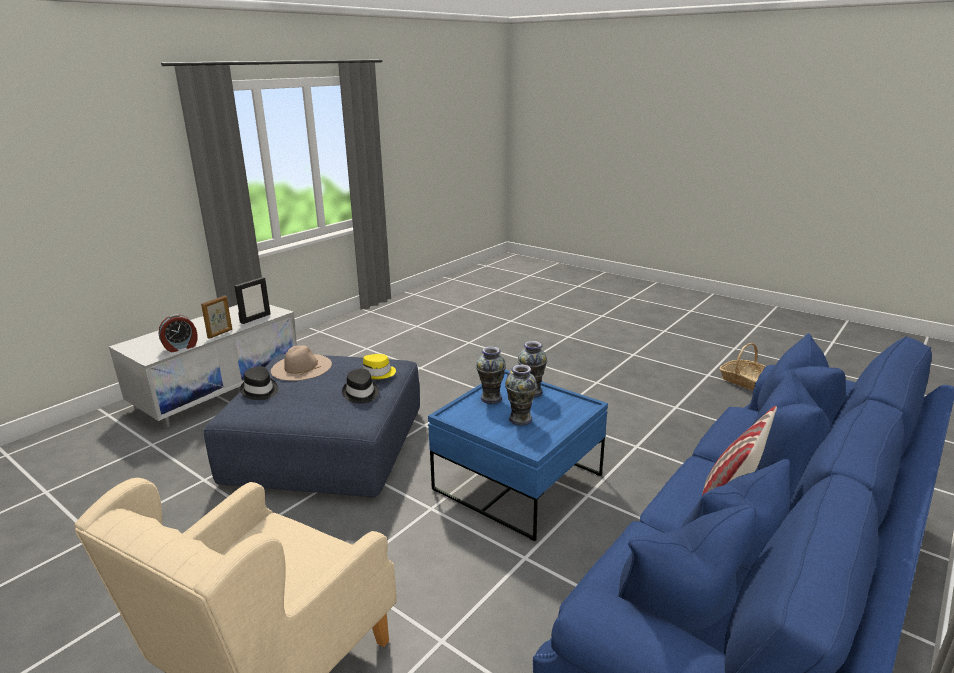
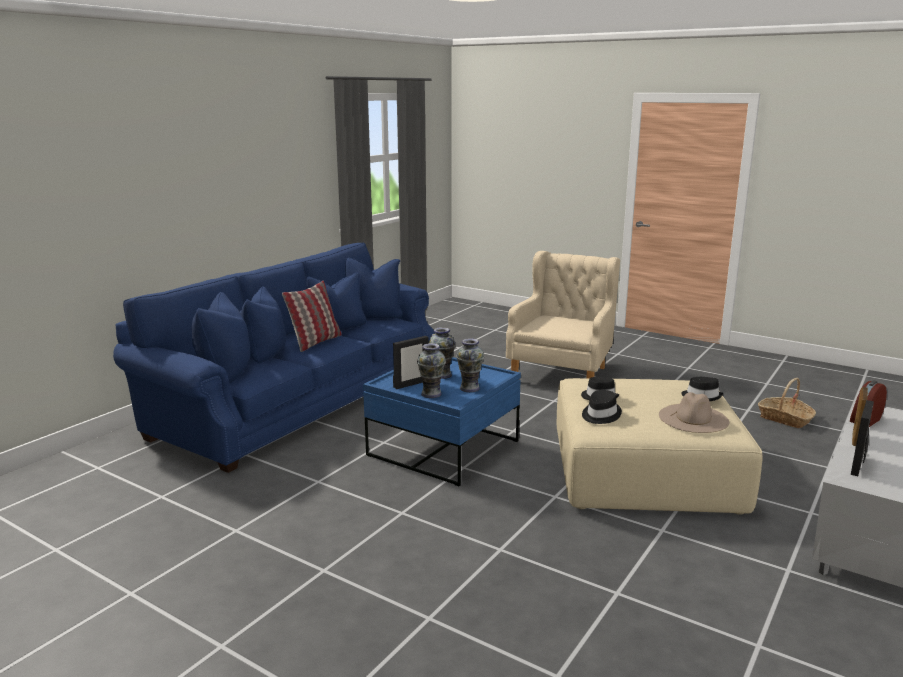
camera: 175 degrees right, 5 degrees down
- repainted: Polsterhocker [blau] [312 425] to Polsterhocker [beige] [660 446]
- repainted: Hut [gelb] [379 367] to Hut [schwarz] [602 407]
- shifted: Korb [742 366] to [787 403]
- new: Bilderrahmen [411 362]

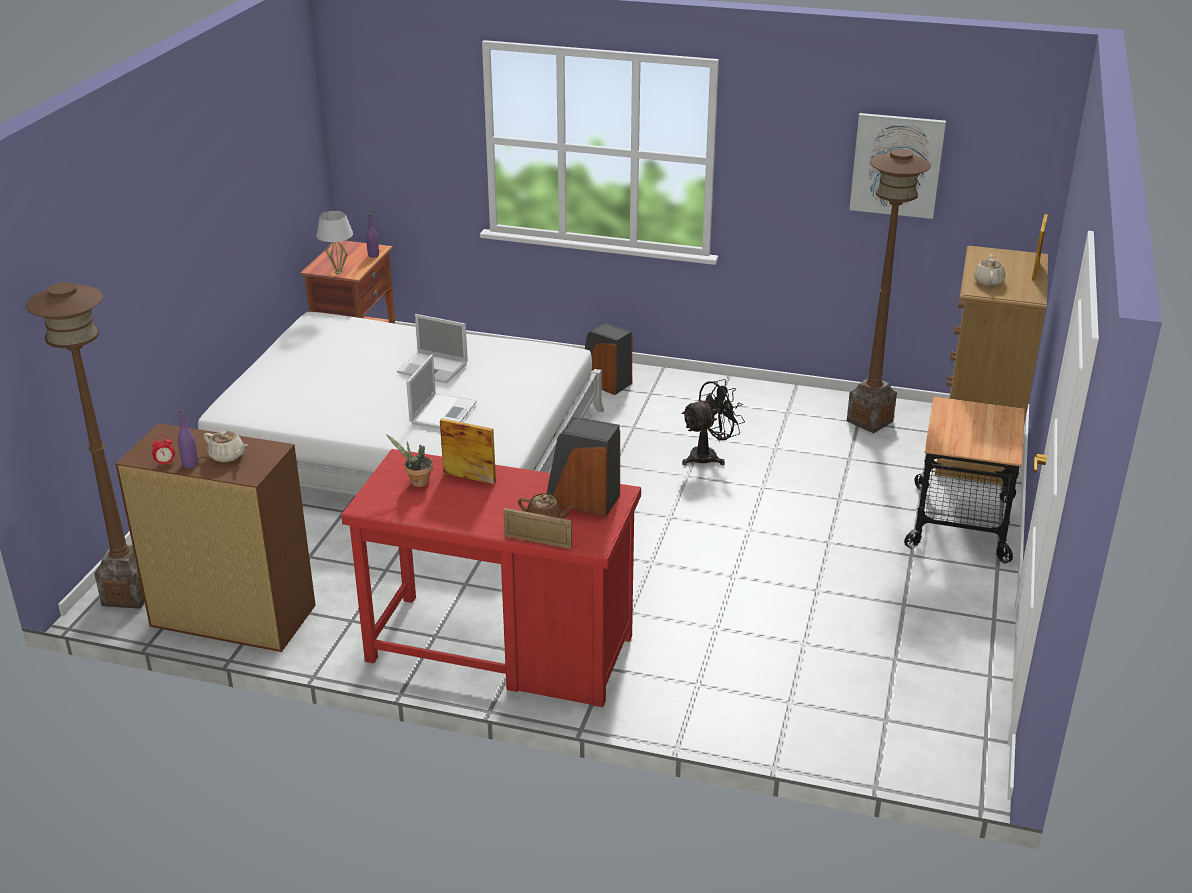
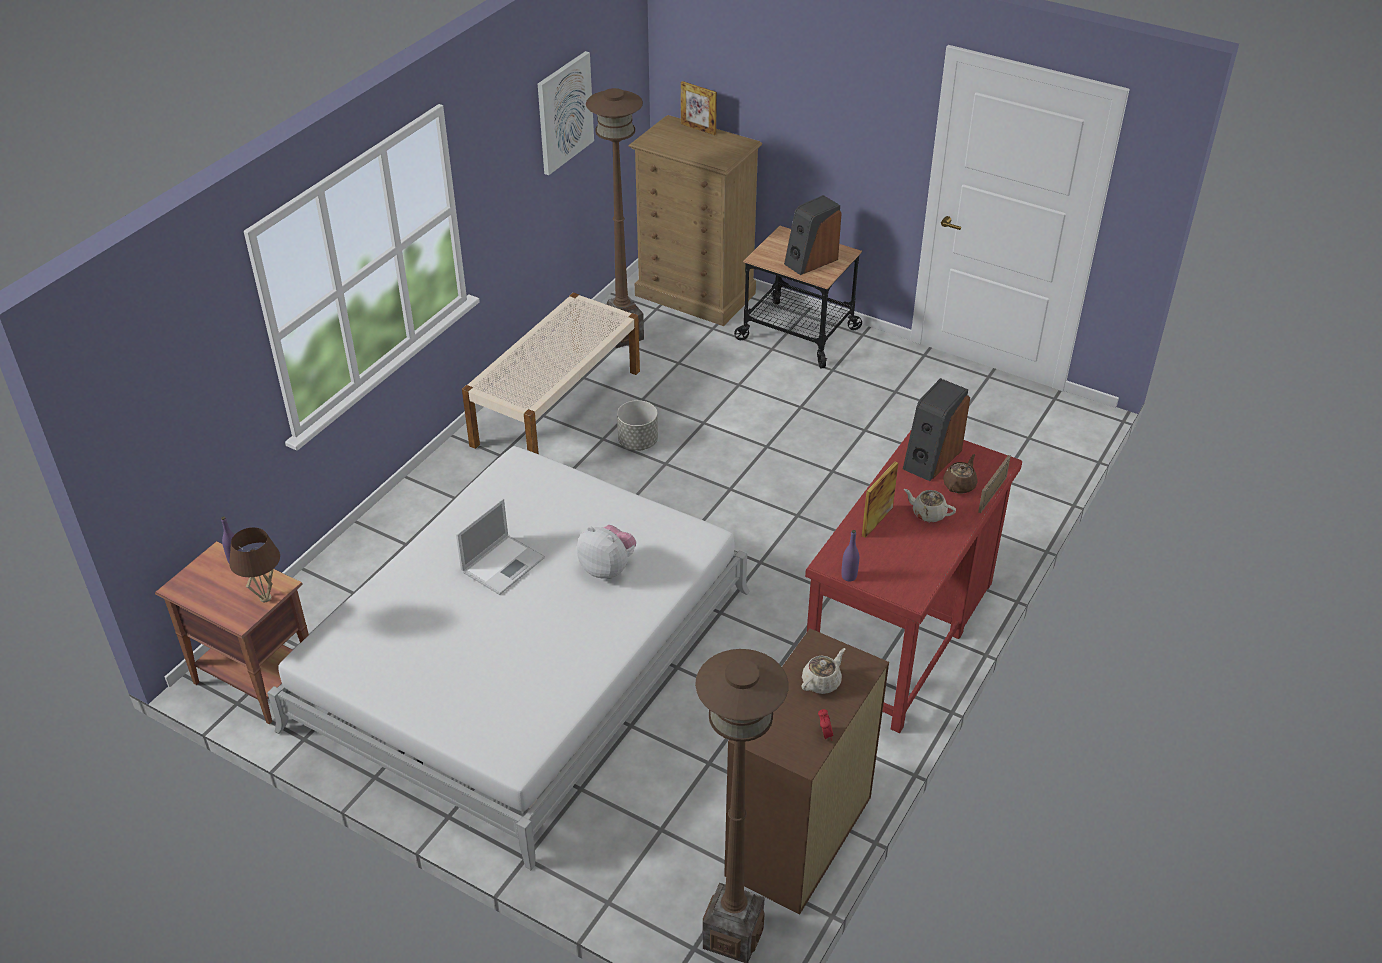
camera: 75 degrees left, 10 degrees up
- shifted: Flasche [lila] [188 439] to [850 555]
- repainted: Tischlampe [weiß] [334 242] to Tischlampe [braun] [254 564]
- gone: Topfpflanze [409 460]
- swapped: Laptop [441 391] to Plüschtier [606 552]
- shifted: Lautsprecher [609 359] to [813 235]
- swapped: Ventilator [schwarz] [713 422] to Pflanzkübel [grau] [637 425]
- shifted: Teekanne [beige] [989 270] to [930 505]
- new: Bank [beige] [551 373]

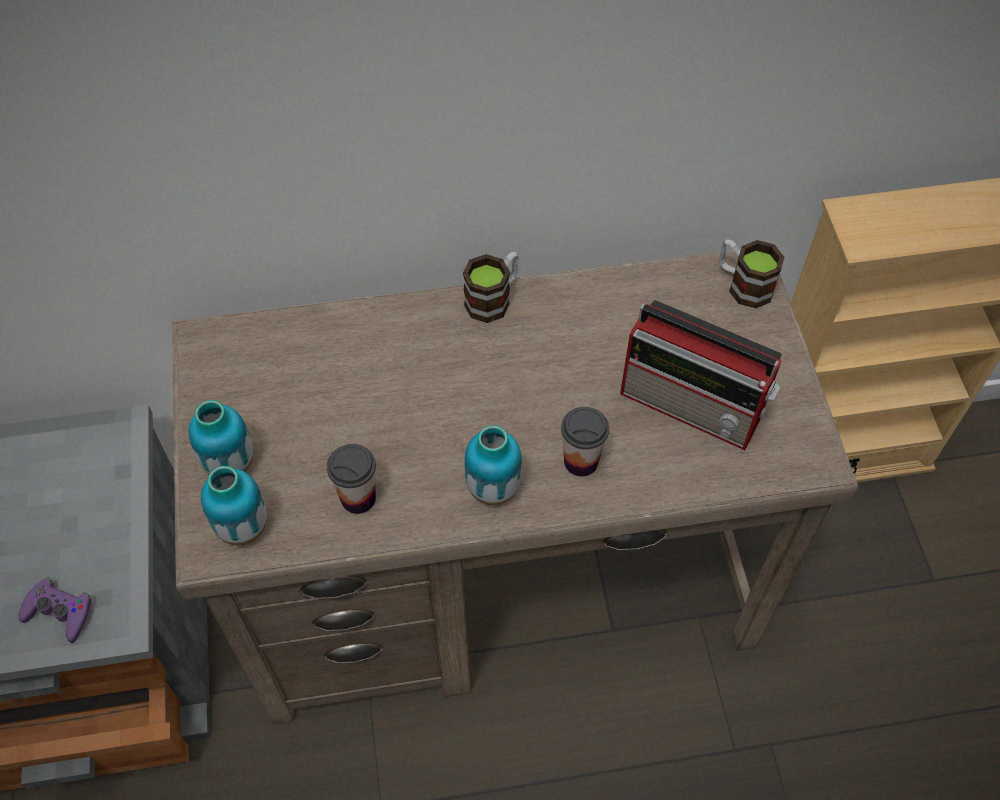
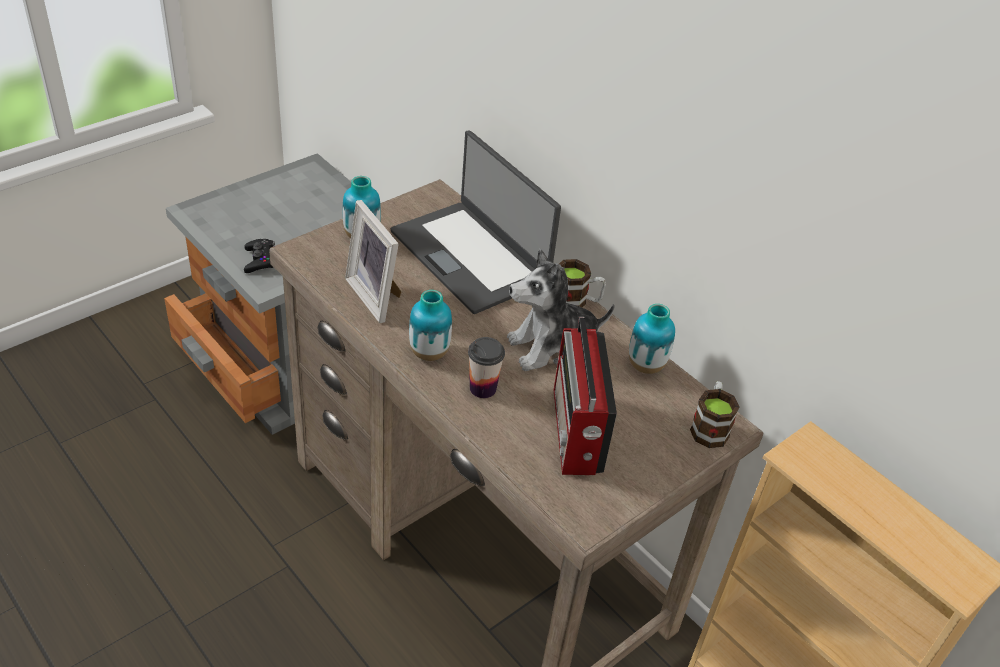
camera: 55 degrees right, 15 degrees down
- repainted: Gamepad [lila] [55 610] to Gamepad [schwarz] [259 256]
- shifted: Vase [234 505] to [652 339]
- swapped: Tasse [351 479] to Bilderrahmen [373 261]
- new: Laptop [475 222]
- new: Plüschtier [561 310]

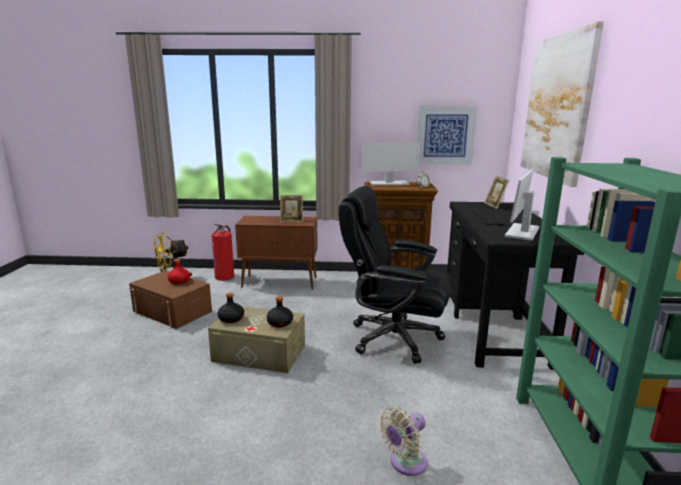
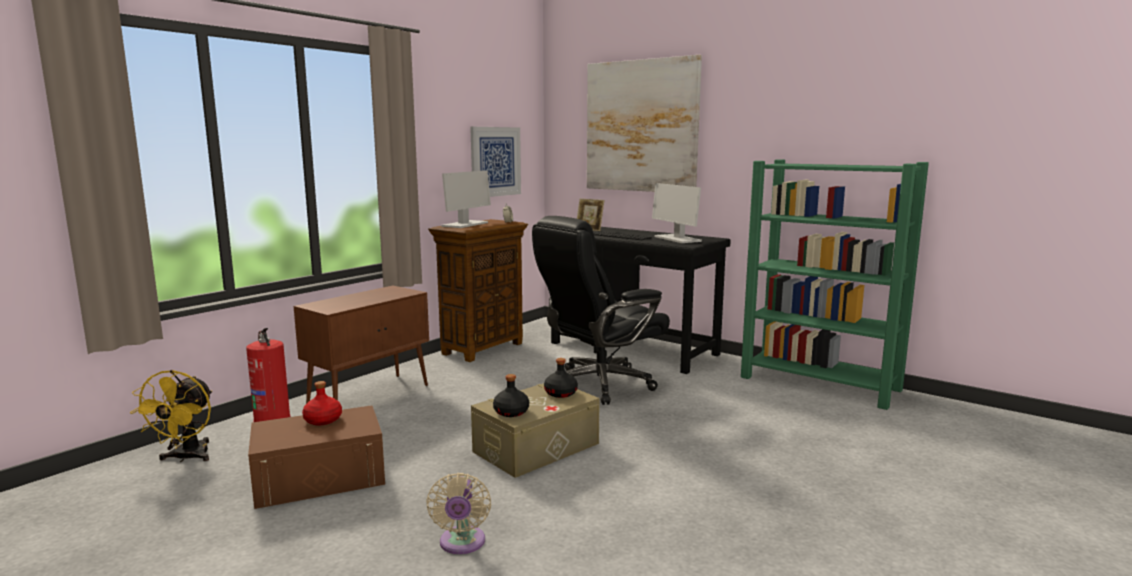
camera: 55 degrees left, 5 degrees down
- gone: Bilderrahmen [291 208]
- shifted: Ventilator [beige] [403 441] to [458 513]

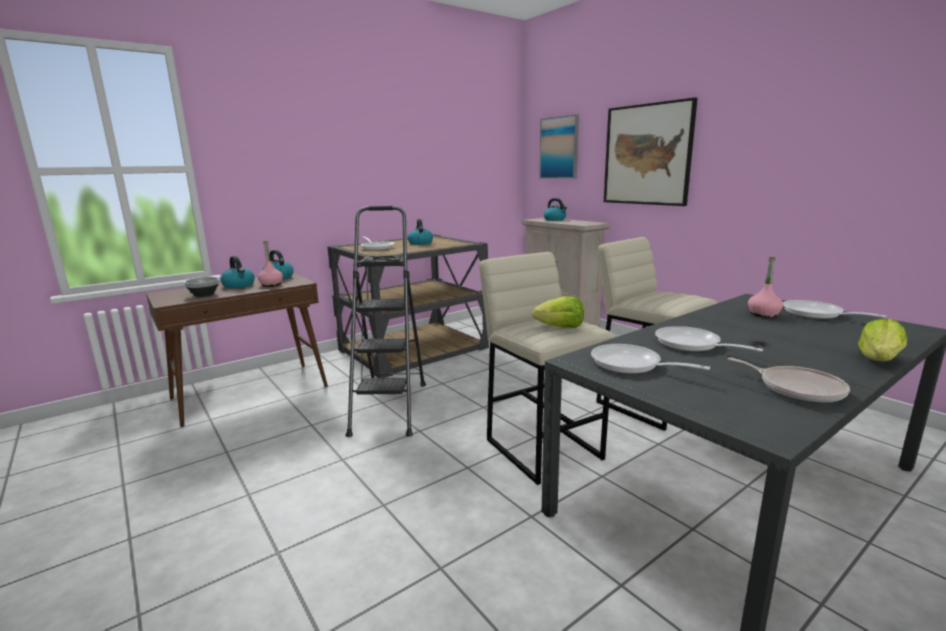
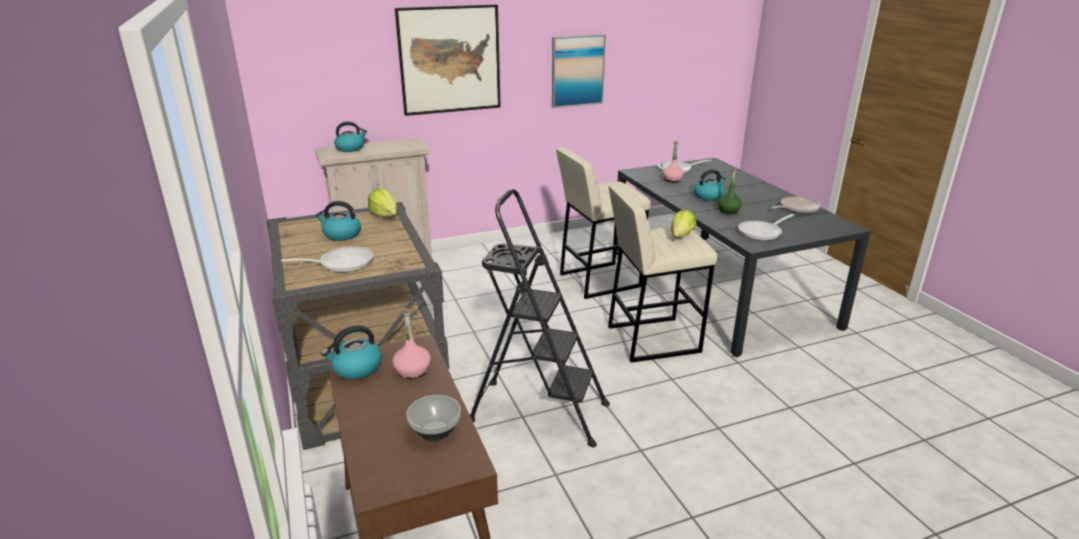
camera: 75 degrees left, 10 degrees up
- shifted: Wasserkessel [237 272] to [710 185]
- shifted: Bild [559 146] to [579 71]
- swapped: Pfanne [709 339] to Flasche [grün] [730 191]
- shifted: Salatkopf [882 339] to [382 203]

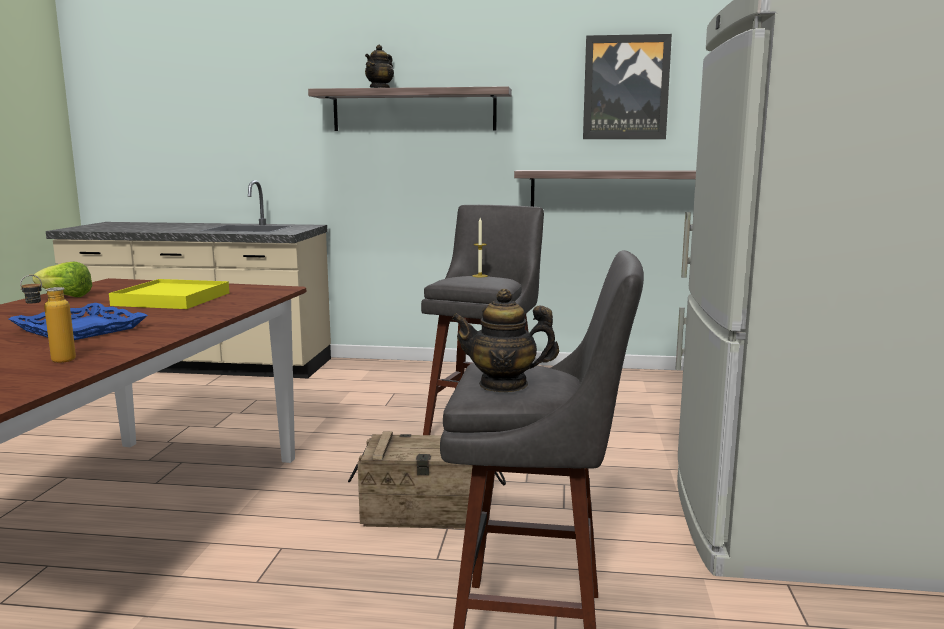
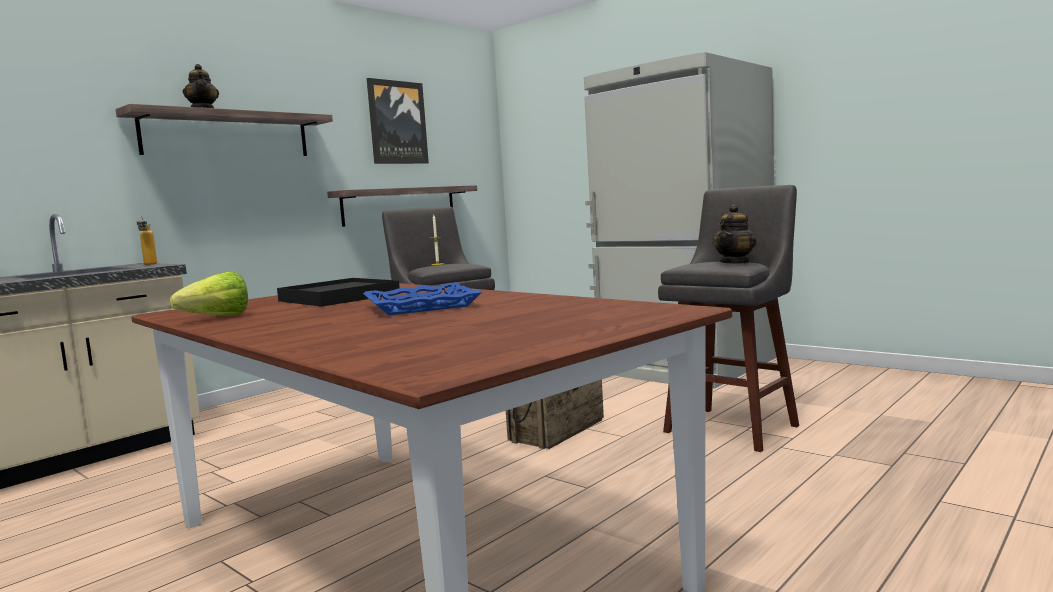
camera: 55 degrees left, 5 degrees down
- shifted: Flasche [48 319] to [147 240]
- repainted: Tablett [gelb] [169 294] to Tablett [schwarz] [338 292]

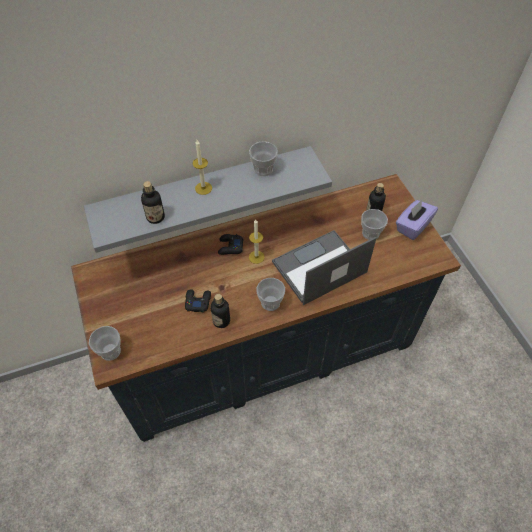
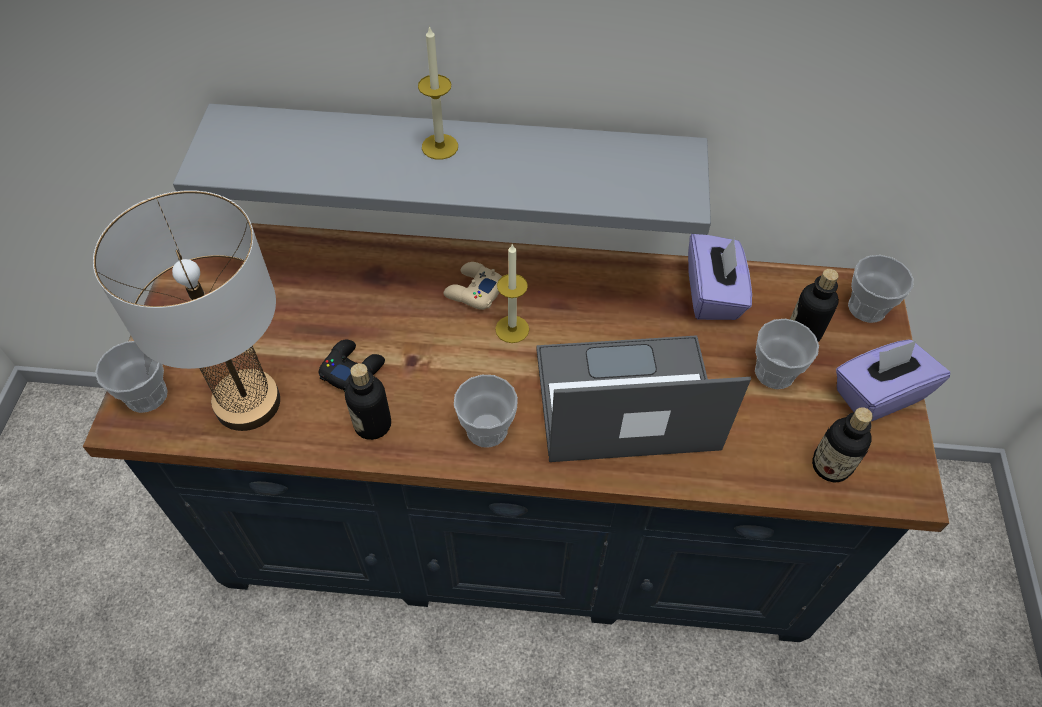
camera: 25 degrees right, 0 degrees up
- shifted: Flasche [153 202] to [842 444]
- repainted: Gamepad [schwarz] [230 244] to Gamepad [beige] [472 286]
- shifted: Tasse [263 158] to [881 289]
- new: Tischlampe [186 310]
- new: Taschentuchbox [lila] [720 277]

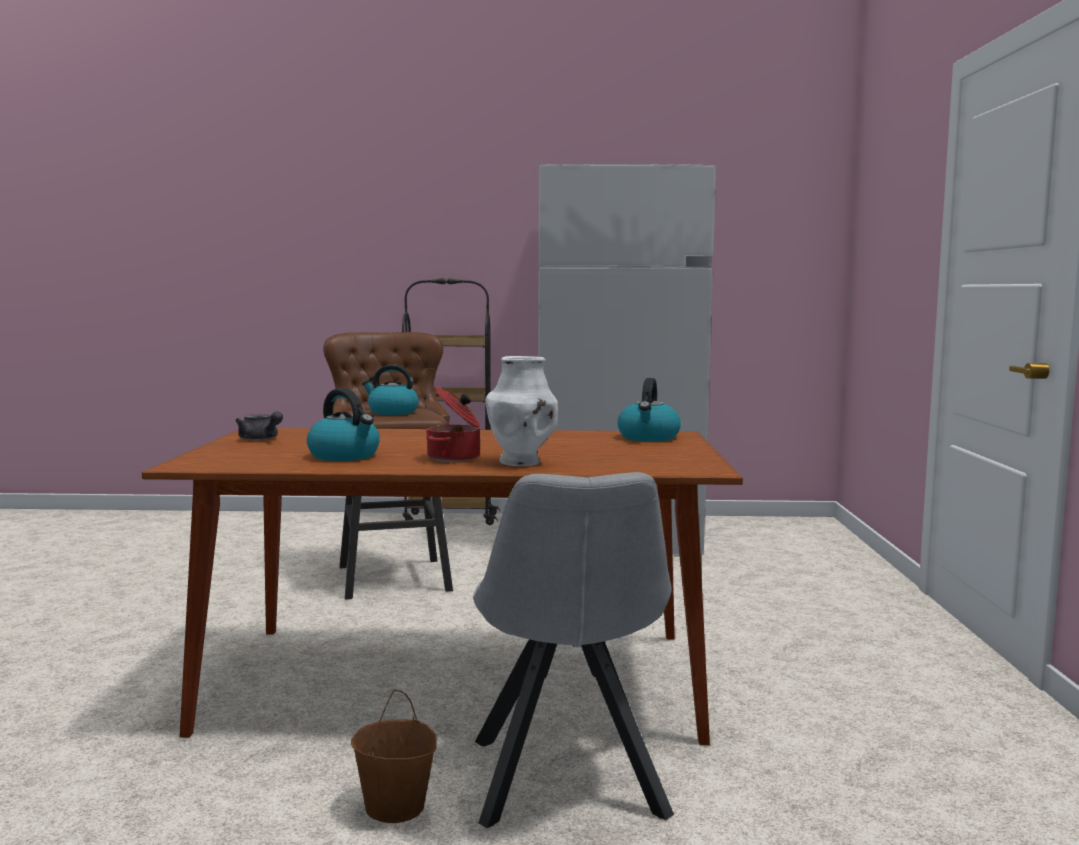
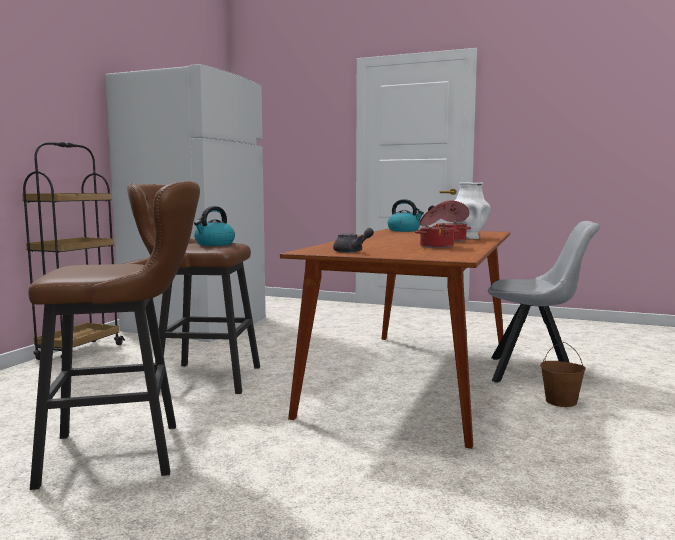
camera: 70 degrees left, 0 degrees up
- swapped: Wasserkessel [343 424] to Kochtopf [437 225]
- new: Hocker [braun] [114 335]

